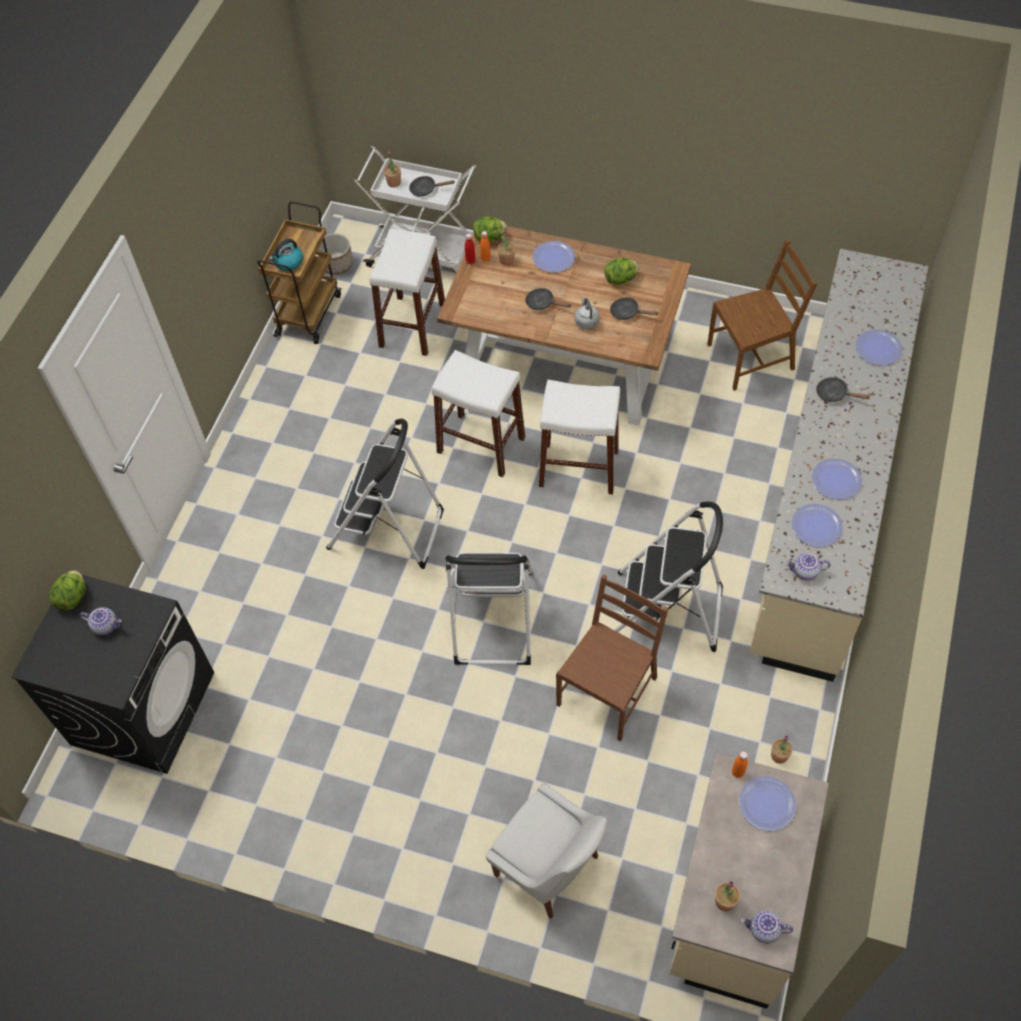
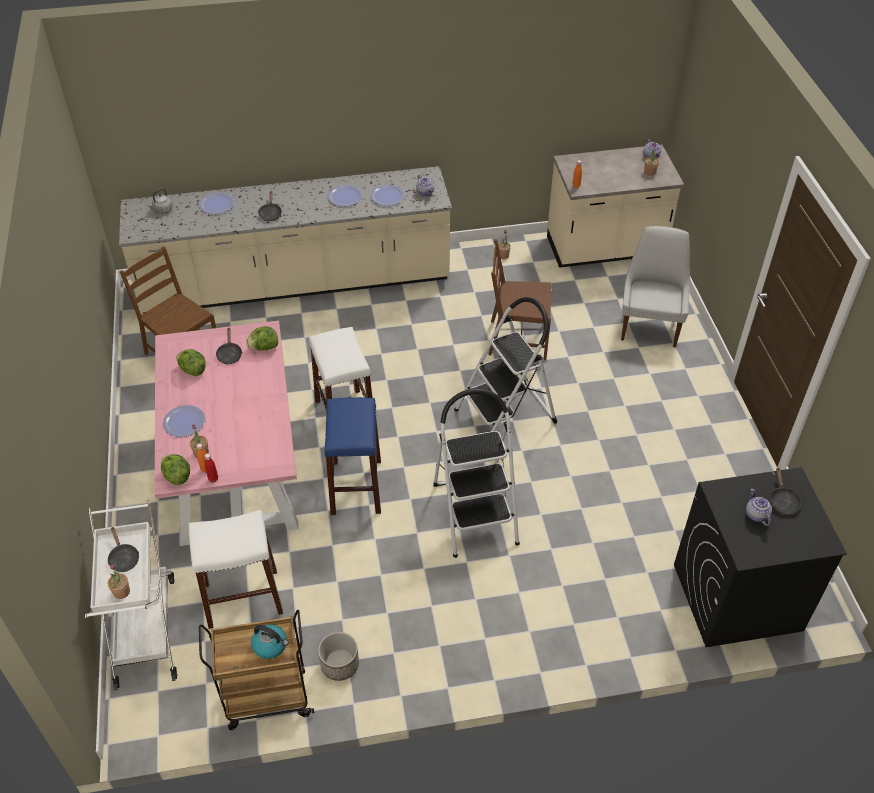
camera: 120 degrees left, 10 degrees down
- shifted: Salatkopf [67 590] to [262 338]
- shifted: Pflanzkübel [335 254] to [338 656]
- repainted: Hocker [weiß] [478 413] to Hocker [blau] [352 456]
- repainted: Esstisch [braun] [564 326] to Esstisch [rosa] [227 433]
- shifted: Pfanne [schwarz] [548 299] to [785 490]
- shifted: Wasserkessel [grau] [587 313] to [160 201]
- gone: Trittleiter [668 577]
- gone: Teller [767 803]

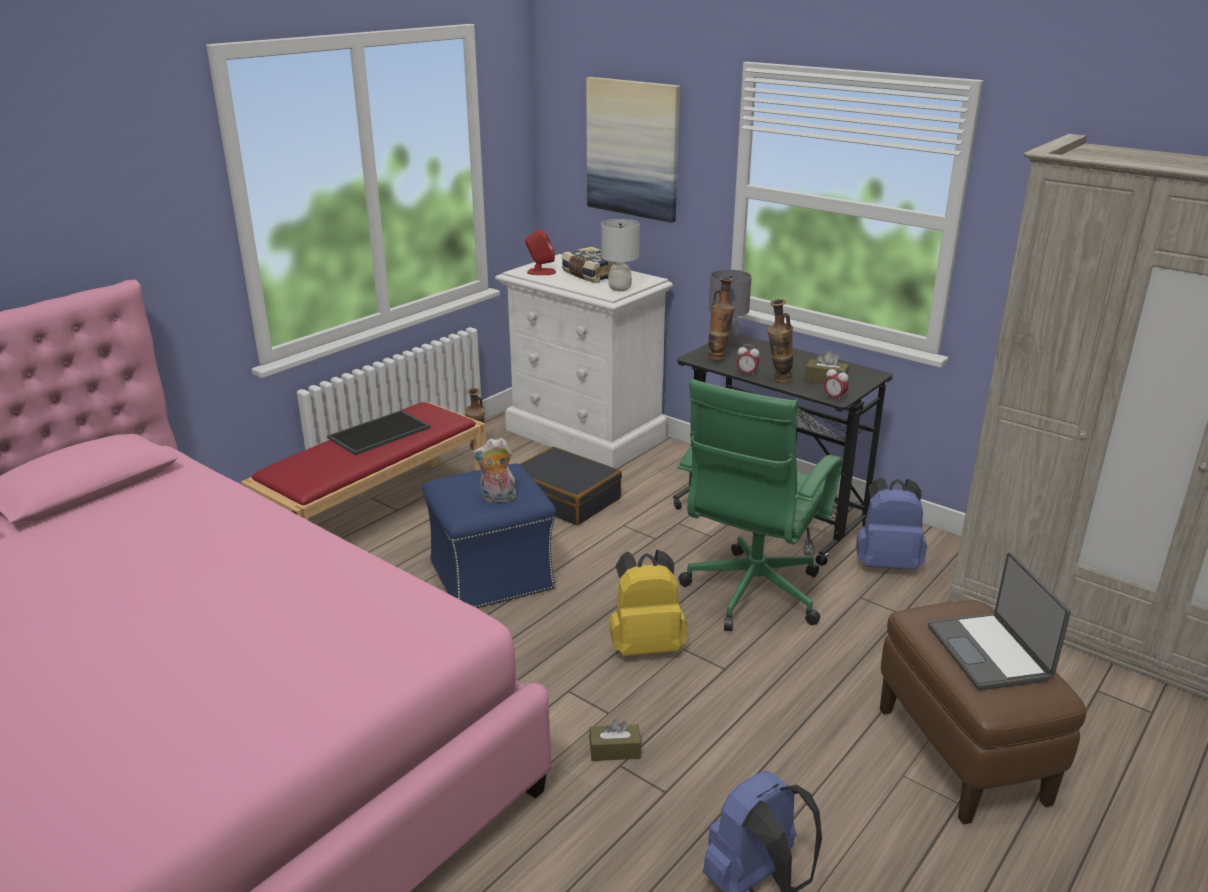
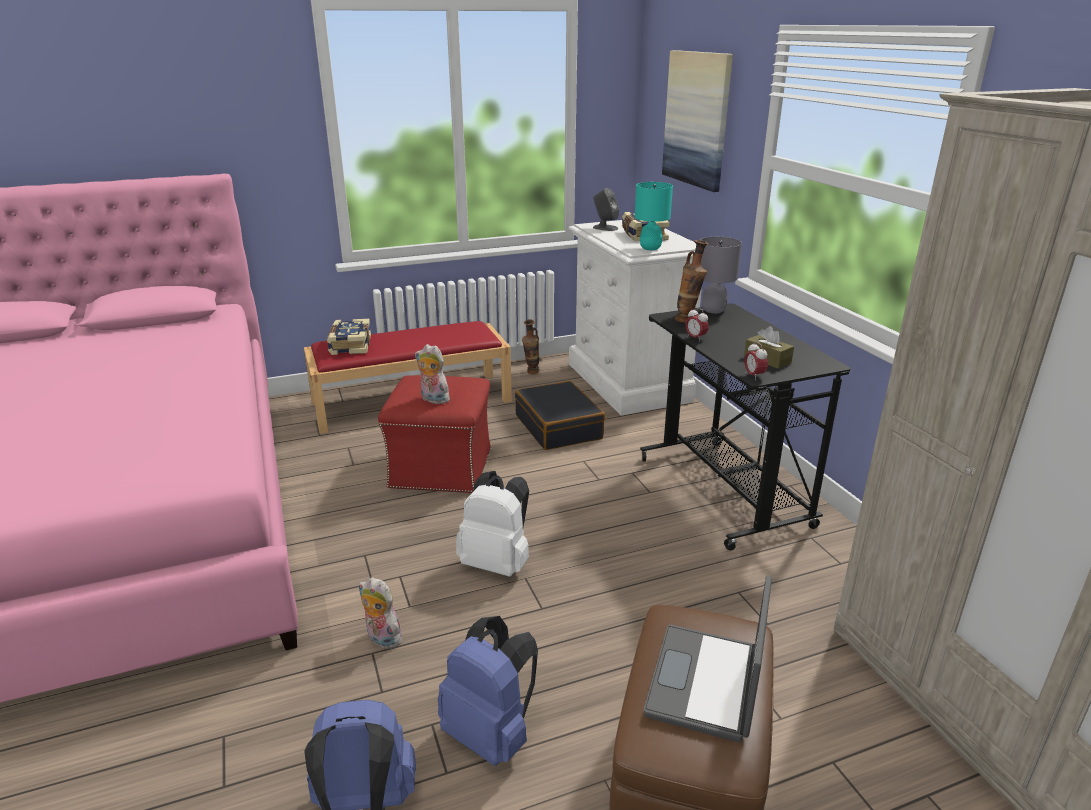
camera: 30 degrees right, 0 degrees up
- gone: Tablett [379 432]
- repainted: Polsterhocker [blau] [489 535] to Polsterhocker [rot] [434 434]
- repainted: Lautsprecher [rot] [540 252] to Lautsprecher [grau] [606 209]
- swapped: Taschentuchbox [braun] [615 740] to Plüschtier [380 613]
- repainted: Tischlampe [grau] [620 255] to Tischlampe [türkis] [654 216]
- repainted: Rucksack [gelb] [648 602] to Rucksack [weiß] [492 524]
- gone: Bürostuhl [grün] [759 505]
- gone: Vase [780 341]
- shifted: Rucksack [blau] [891 523] to [488 691]
- new: Buch [349 337]

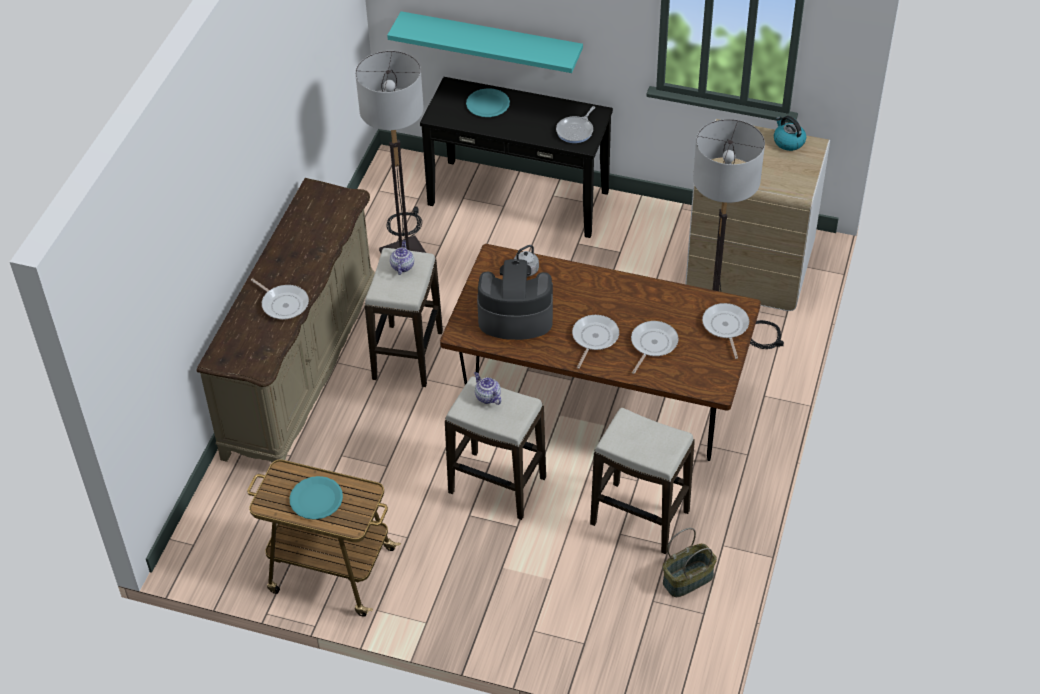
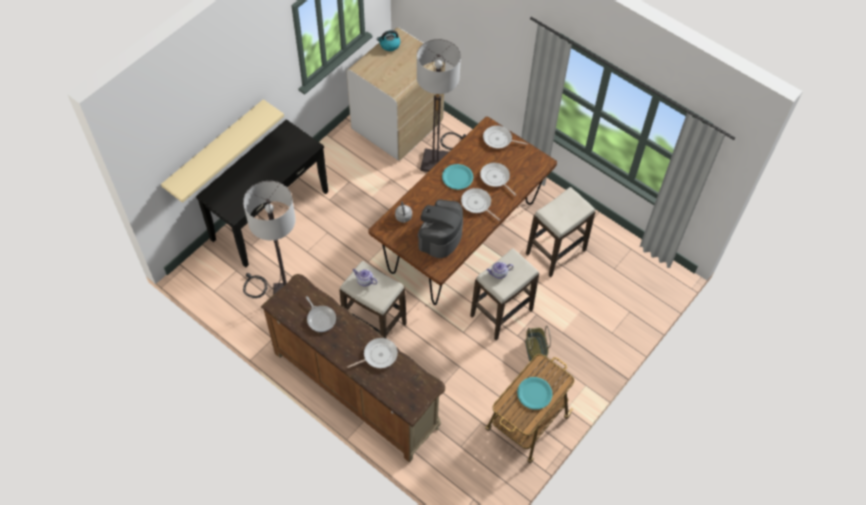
camera: 70 degrees left, 10 degrees up
- repainted: Wandregal [türkis] [485 42] to Wandregal [beige] [222 151]
- shifted: Teller [türkis] [488 102] to [457 177]
- shifted: Pfanne [575 124] to [321 314]
- shifted: Korb [690 562] to [538 345]

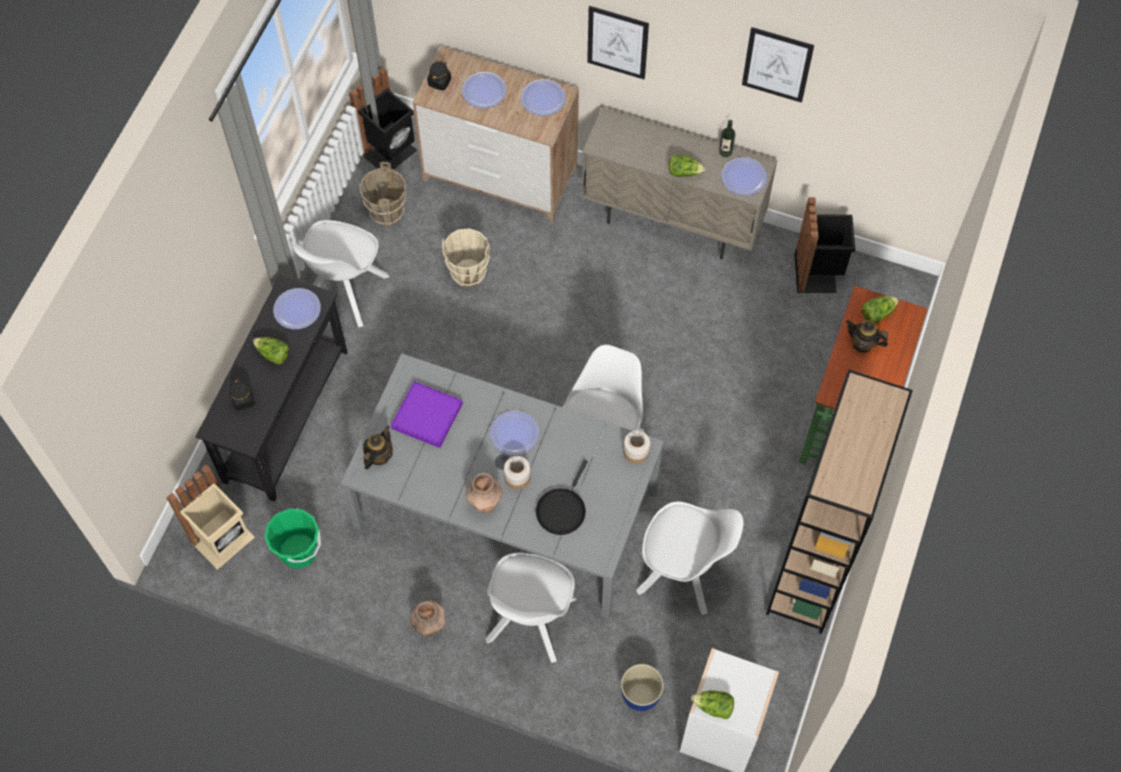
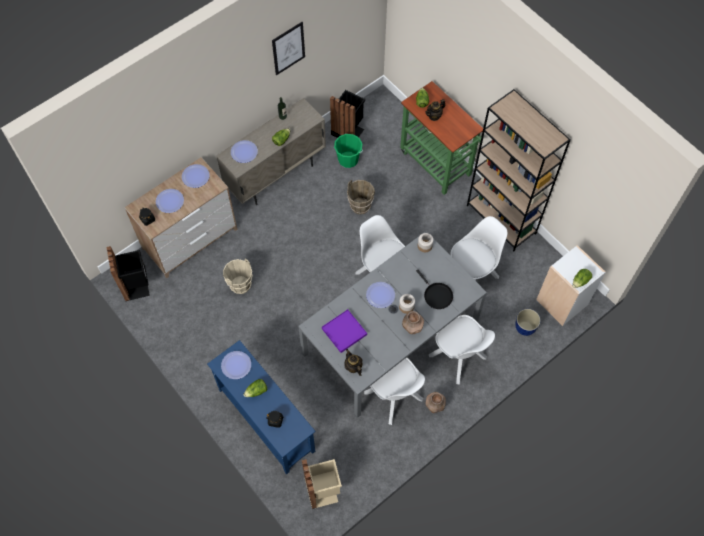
camera: 60 degrees left, 0 degrees up
- repainted: Konsolentisch [schwarz] [271 387] to Konsolentisch [blau] [261 407]
- shifted: Eimer [grün] [293 538] to [348 151]
- shifted: Stuhl [weiß] [341 273] to [394 391]
- shifted: Eimer [braun] [382 194] to [361 197]
- gone: Bild [618 42]
- shifted: Teller [744 176] to [244 151]

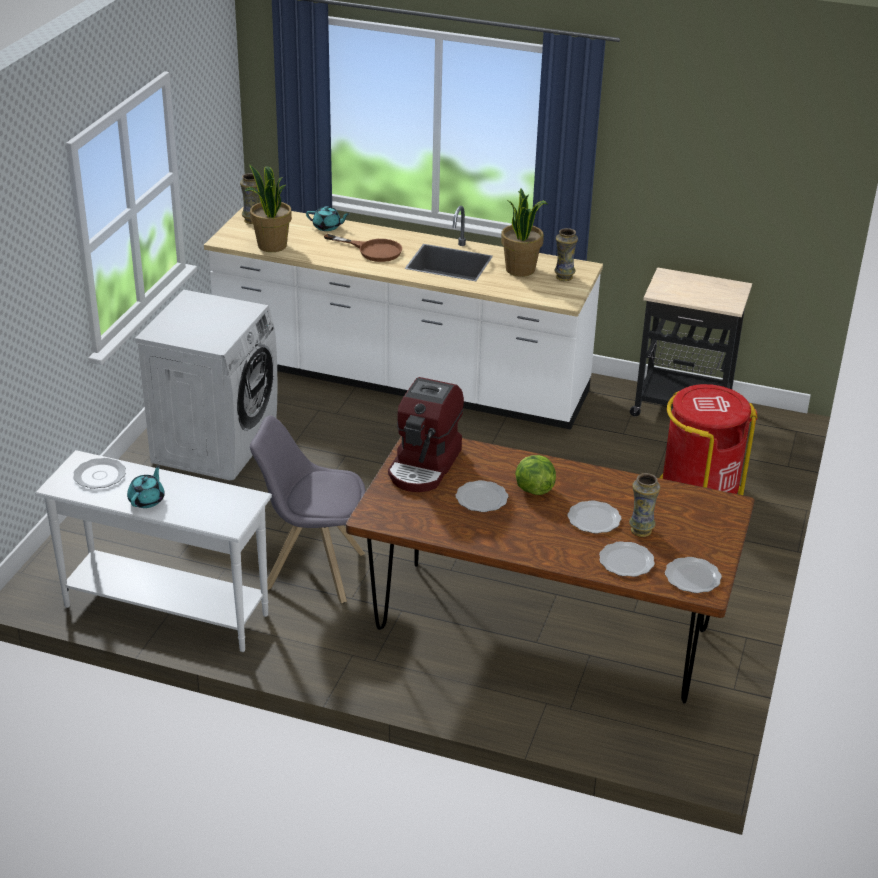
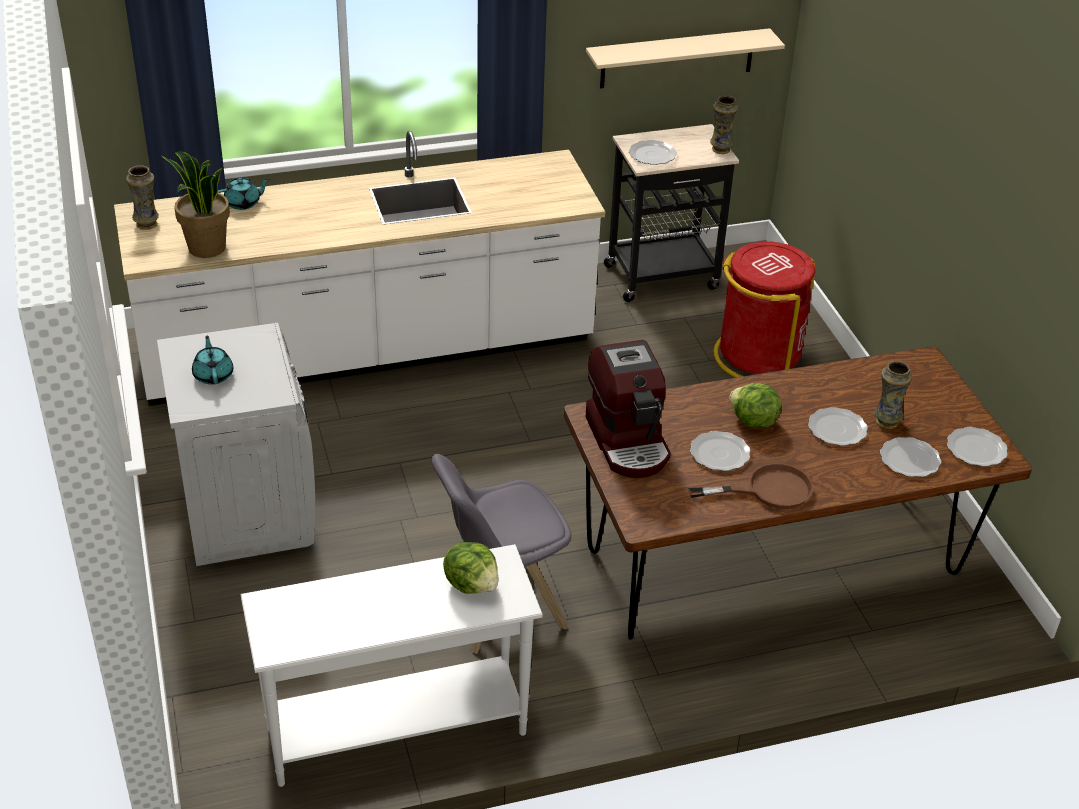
camera: 35 degrees left, 5 degrees up
- shifted: Teller [99 473] to [653 152]
- shifted: Teekanne [türkis] [146 486] to [212 359]
- shifted: Pfanne [braun] [363 248] to [750 486]
- gone: Topfpflanze [524 232]
- shifted: Vase [566 254] to [724 124]
- new: Salatkopf [470 568]
- new: Wandregal [beige] [685 58]

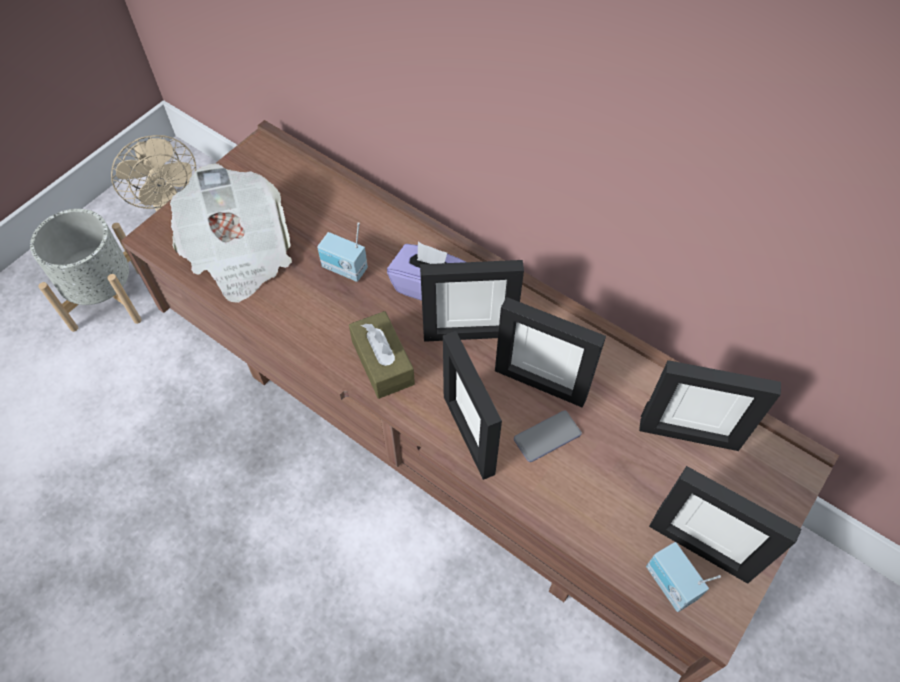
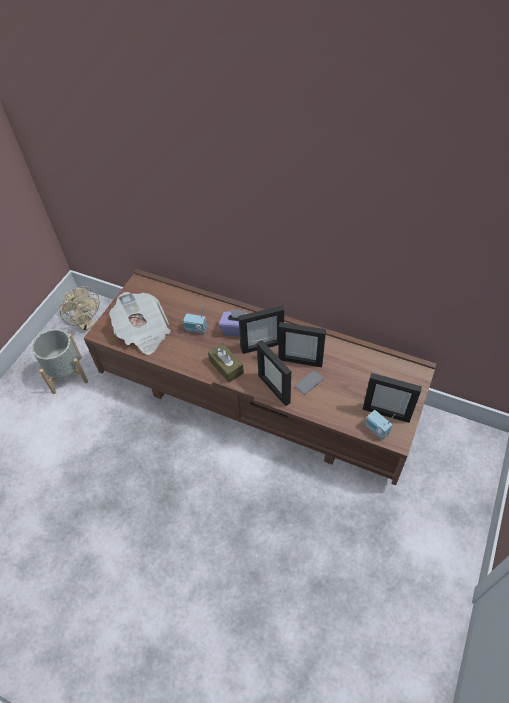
camera: 10 degrees left, 5 degrees down
- gone: Bilderrahmen [710 405]

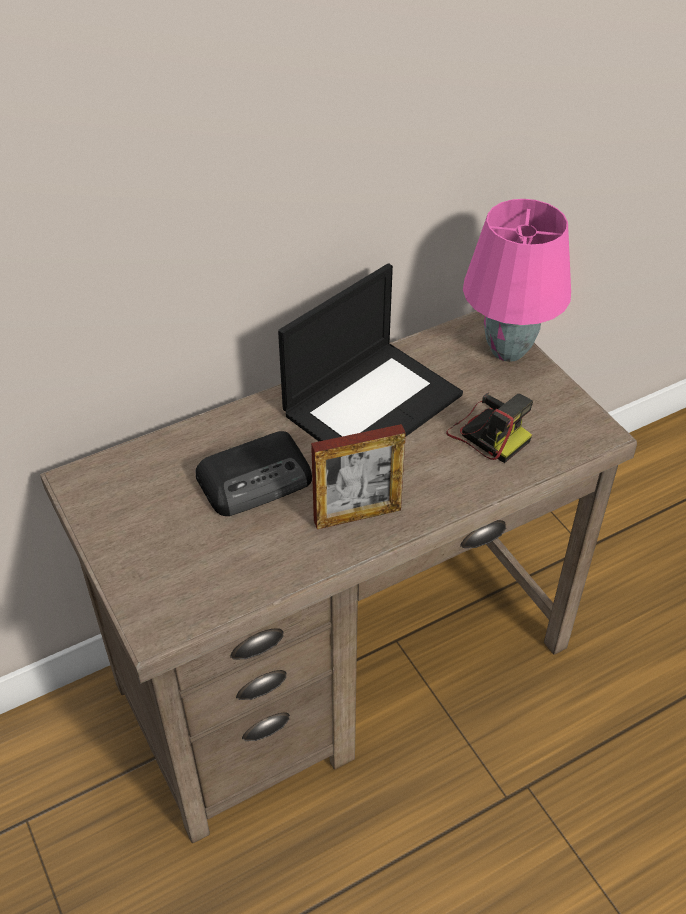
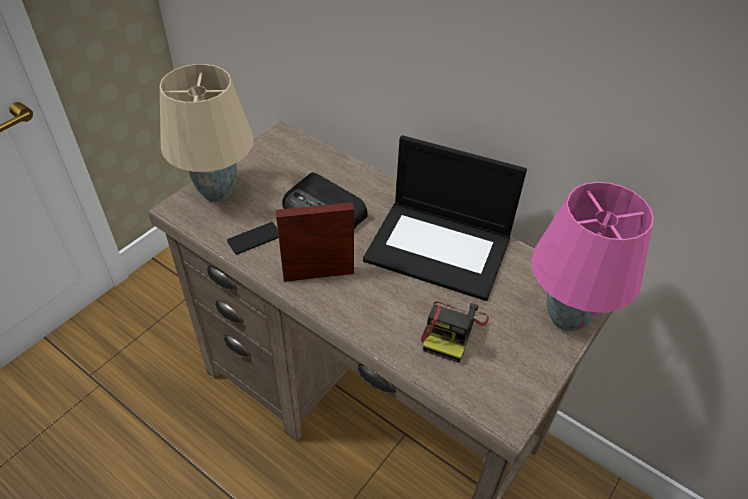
camera: 65 degrees right, 0 degrees up
- rotated: Bilderrahmen [358 476] = [315 242] 120 degrees clockwise
- new: Tischlampe [beige] [207 133]
- new: Handy [253 238]

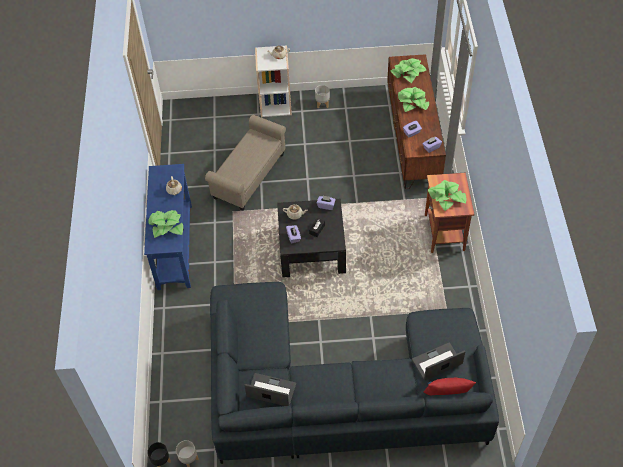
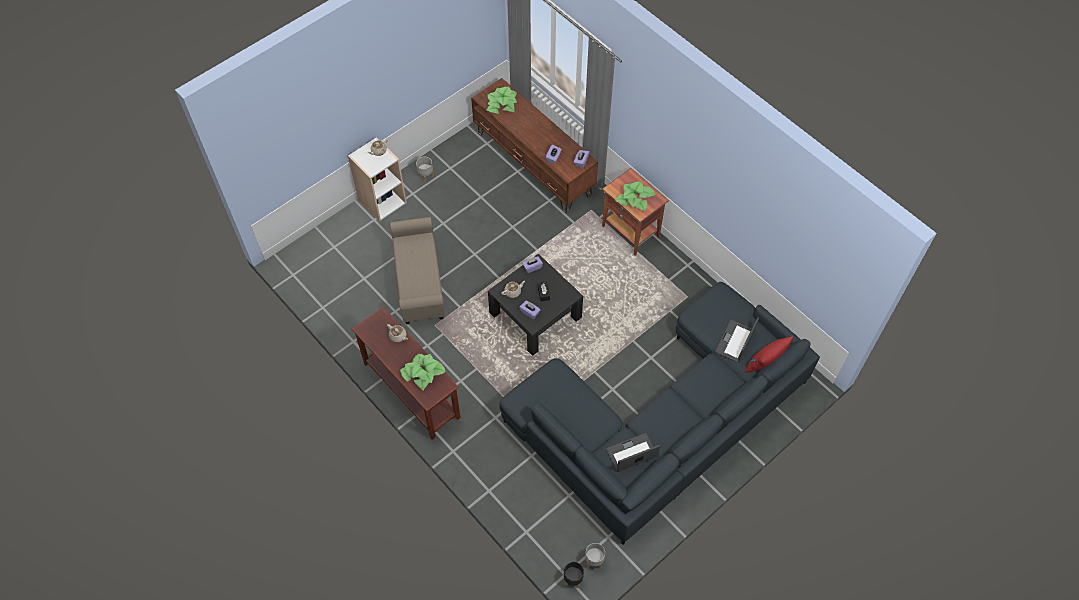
camera: 40 degrees left, 5 degrees up
- repainted: Konsolentisch [blau] [168 227] to Konsolentisch [braun] [406 373]
- gone: Topfpflanze [413 99]

